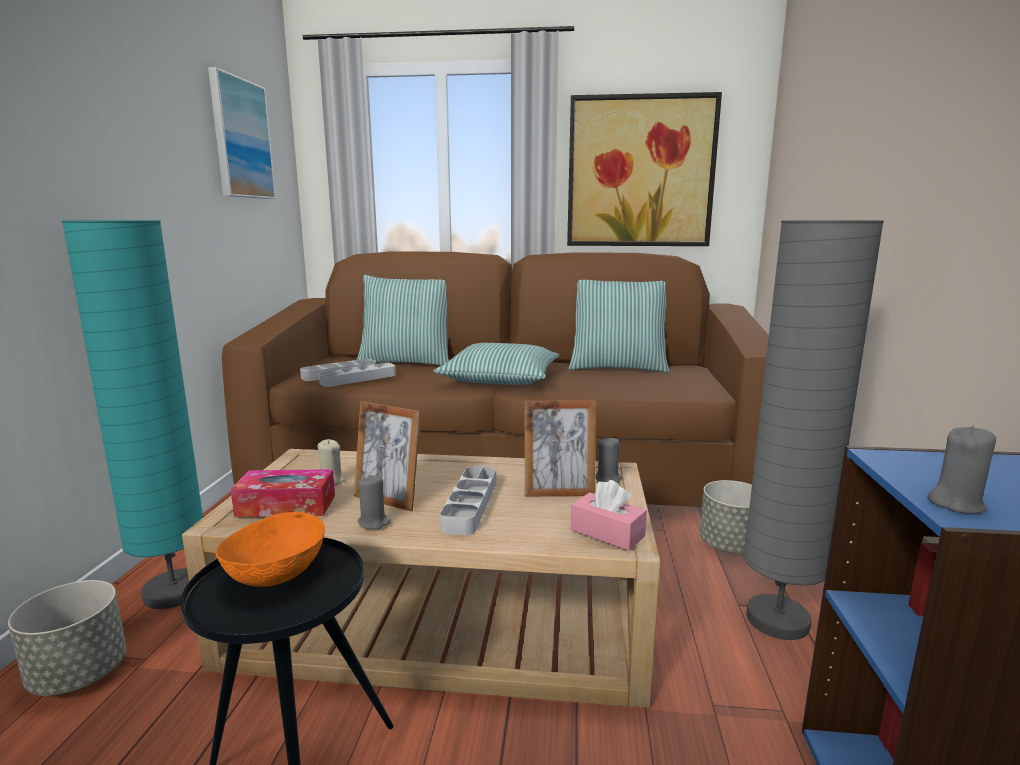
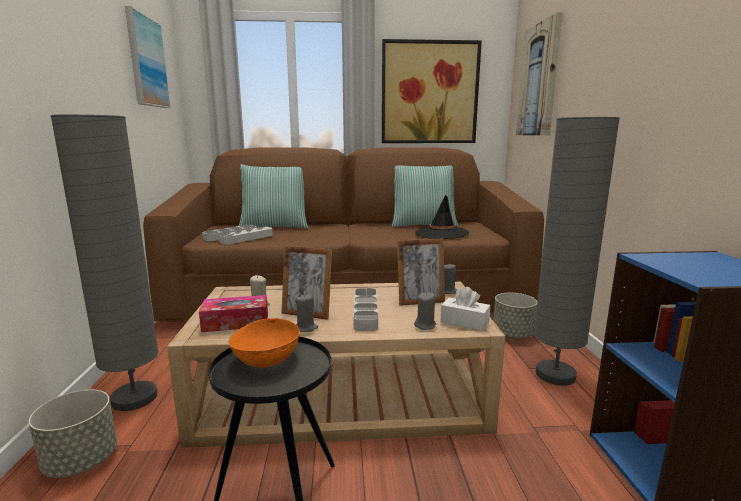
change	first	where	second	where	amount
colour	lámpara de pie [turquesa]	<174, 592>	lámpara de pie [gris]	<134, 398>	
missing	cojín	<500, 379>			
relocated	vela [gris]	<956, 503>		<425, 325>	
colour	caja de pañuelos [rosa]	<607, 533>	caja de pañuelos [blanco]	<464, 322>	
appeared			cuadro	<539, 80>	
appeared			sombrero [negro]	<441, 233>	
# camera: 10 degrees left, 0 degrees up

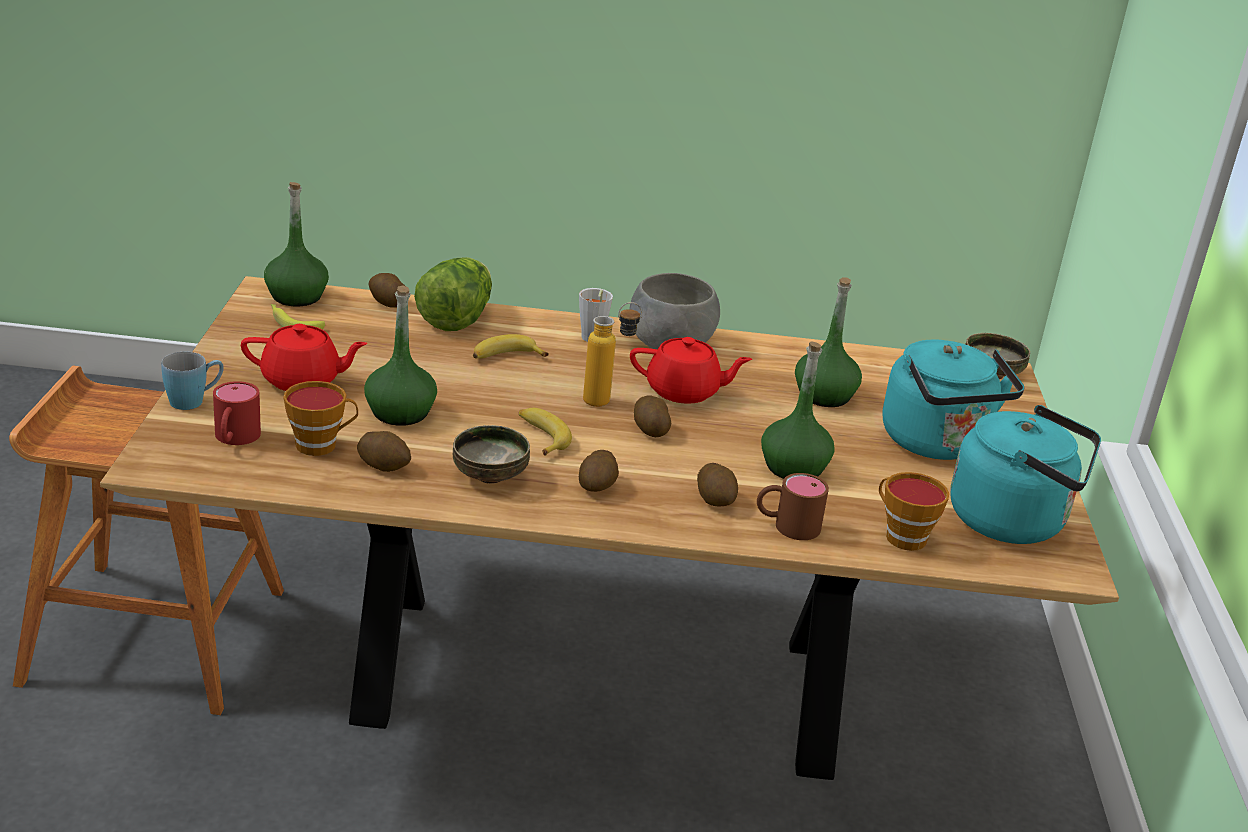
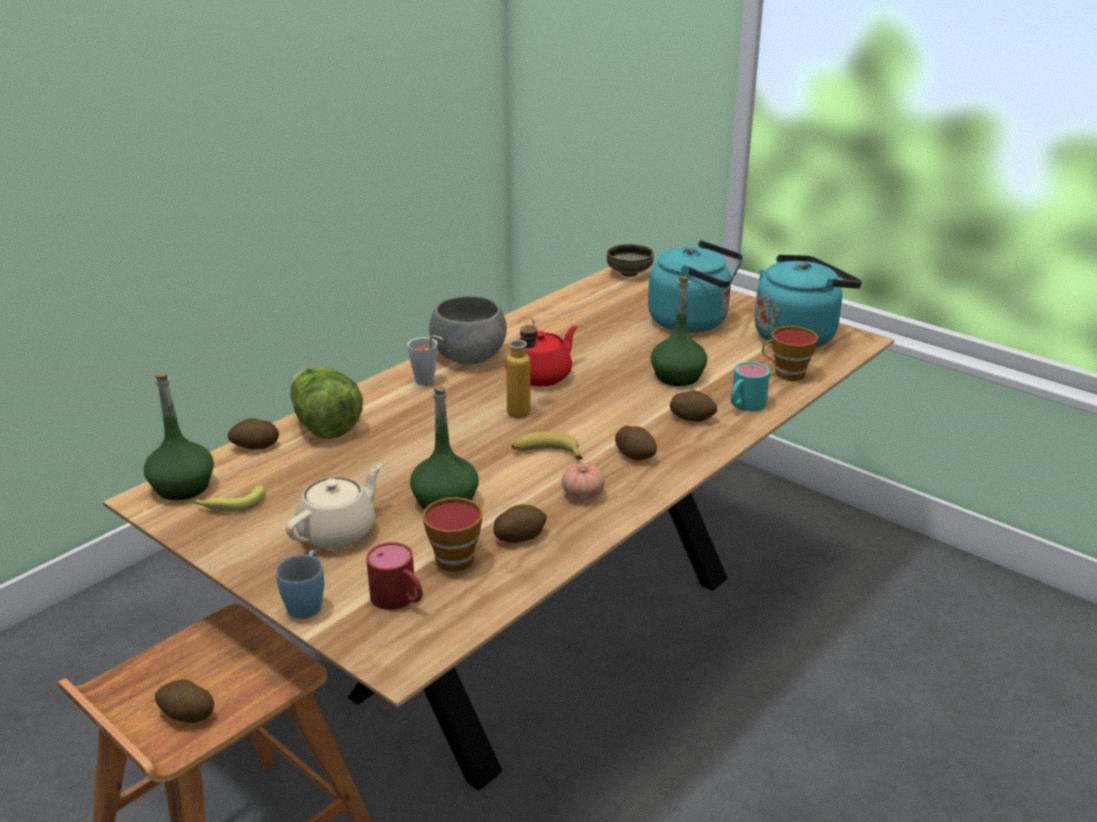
change	first	where	second	where	amount
missing	botella [verde]	<824, 396>			
colour	tetera [rojo]	<302, 381>	tetera [beis]	<339, 532>	
missing	plátano	<505, 357>			
relocated	patata	<650, 429>		<186, 714>	
exchanged	cuenco	<491, 477>	tomate	<582, 494>	
colour	taza grande [marrón]	<786, 525>	taza grande [turquesa]	<744, 406>	
# camera: 50 degrees left, 0 degrees up

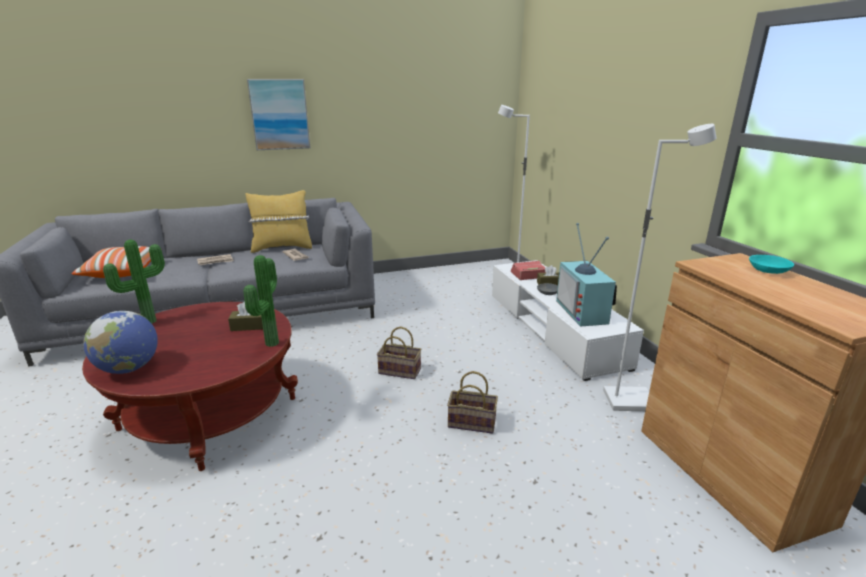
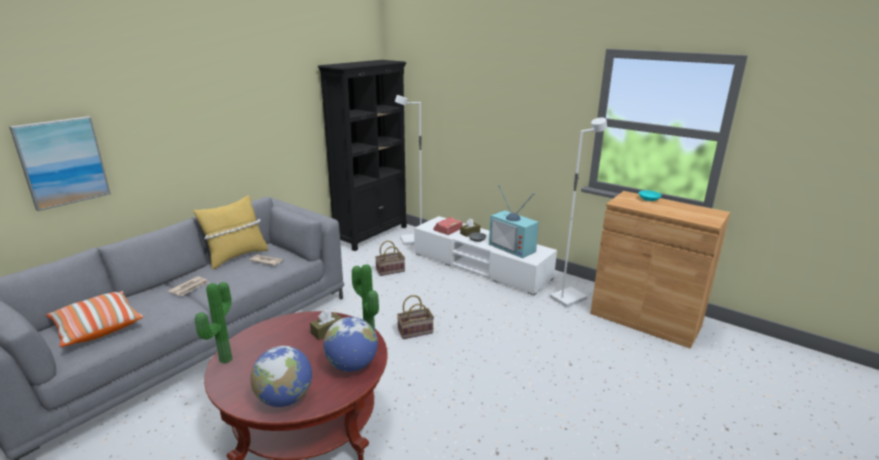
change	first	where	second	where	amount
relocated	cuadro	<279, 114>		<62, 162>	
relocated	cesta	<473, 422>		<391, 270>	
appeared			estantería [negro]	<372, 234>	
appeared			globo terráqueo	<352, 366>	
# camera: 35 degrees left, 0 degrees up

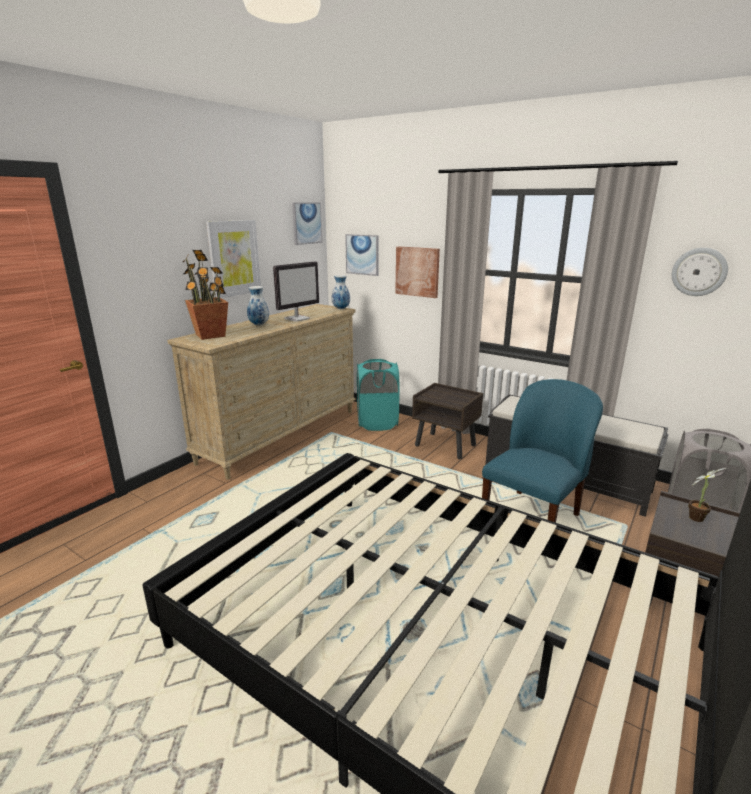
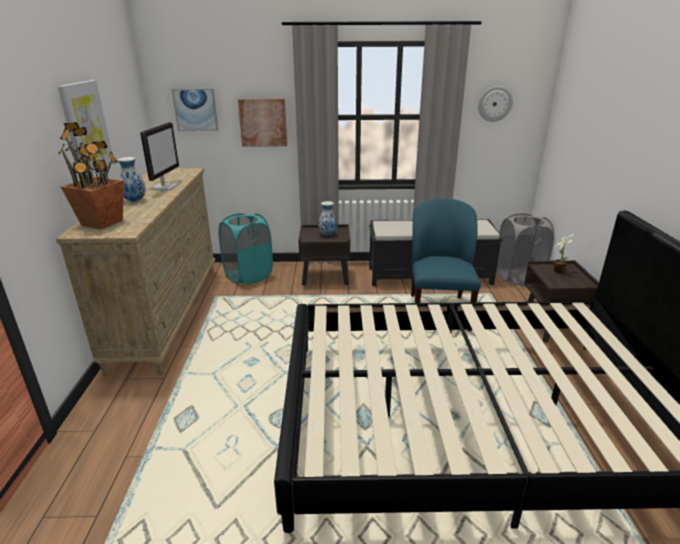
change	first	where	second	where	amount
missing	cuadro	<306, 223>			
relocated	florero	<341, 309>		<328, 234>	
# camera: 35 degrees left, 5 degrees up

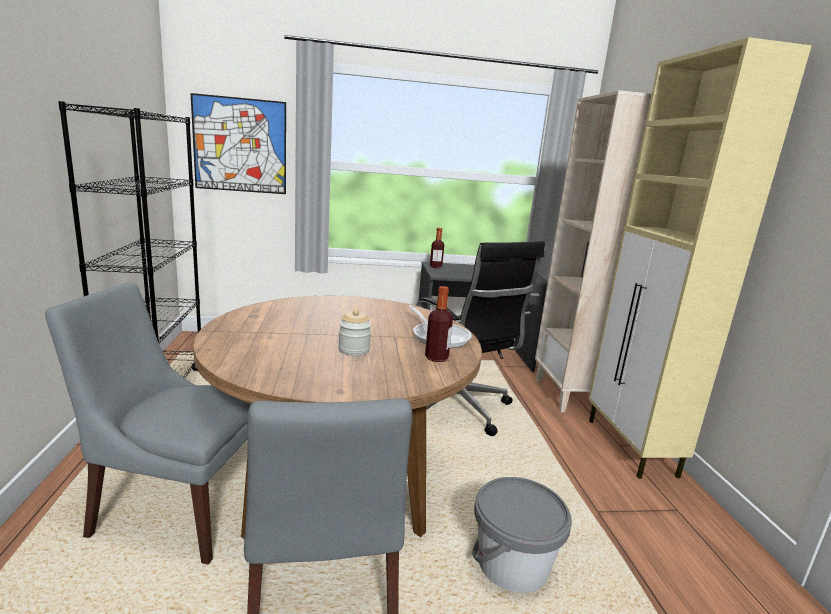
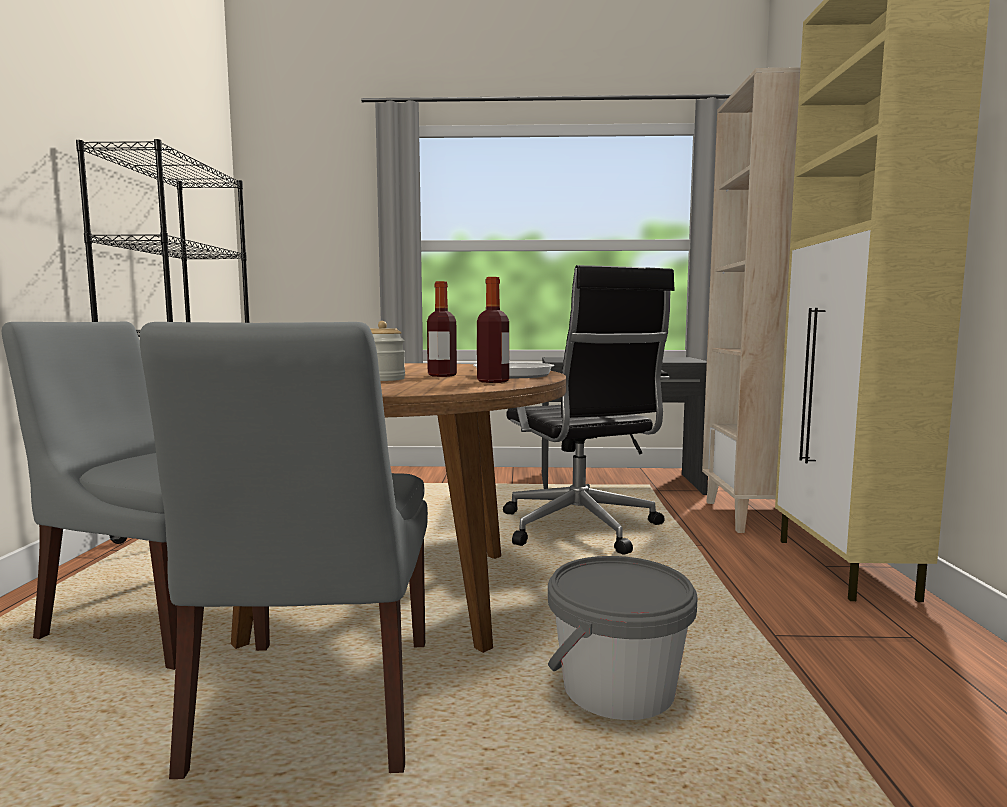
change	first	where	second	where	amount
missing	cuadro	<240, 145>			
relocated	botella	<435, 267>		<442, 375>	
# camera: 10 degrees right, 10 degrees down

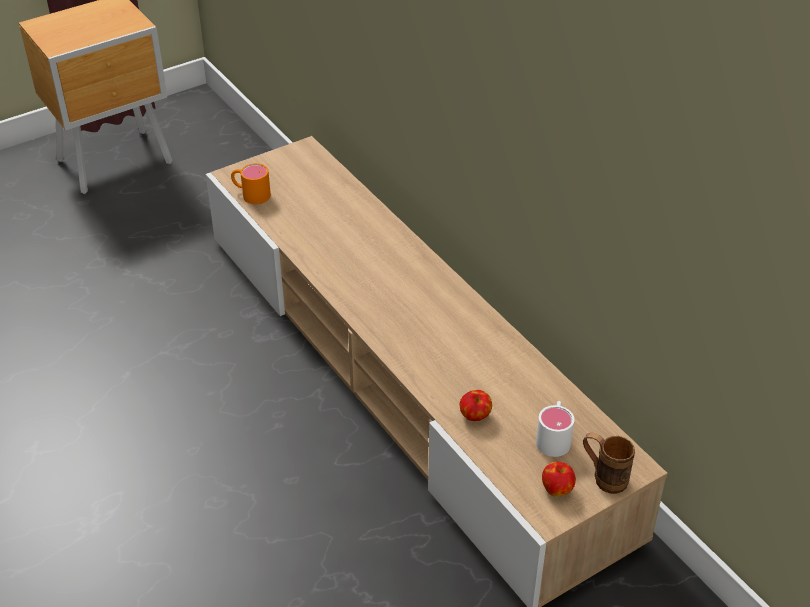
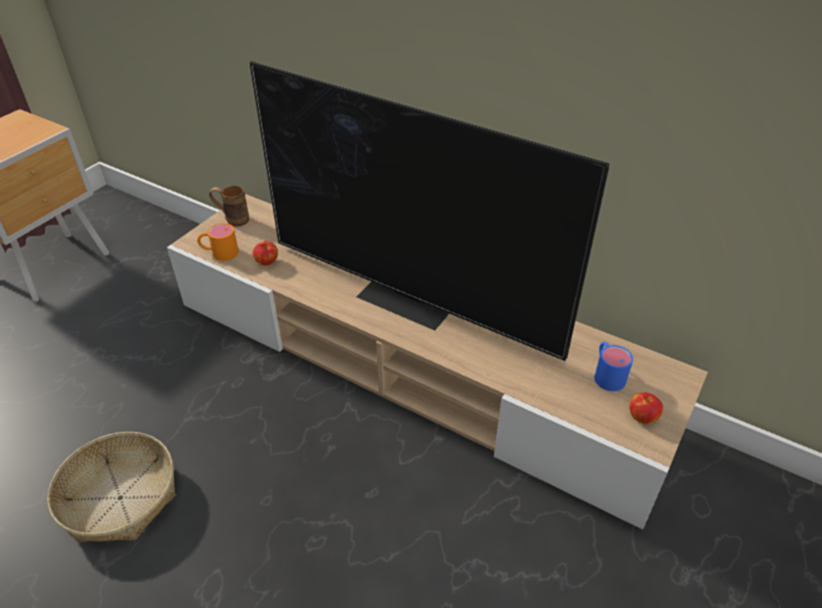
change	first	where	second	where	amount
relocated	manzana	<475, 416>		<267, 262>	
colour	taza grande [blanco]	<554, 437>	taza grande [azul]	<606, 373>	
relocated	taza grande [marrón]	<603, 477>		<232, 219>	
appeared			televisor	<410, 299>	
appeared			cesta	<120, 497>	
# camera: 25 degrees left, 0 degrees up

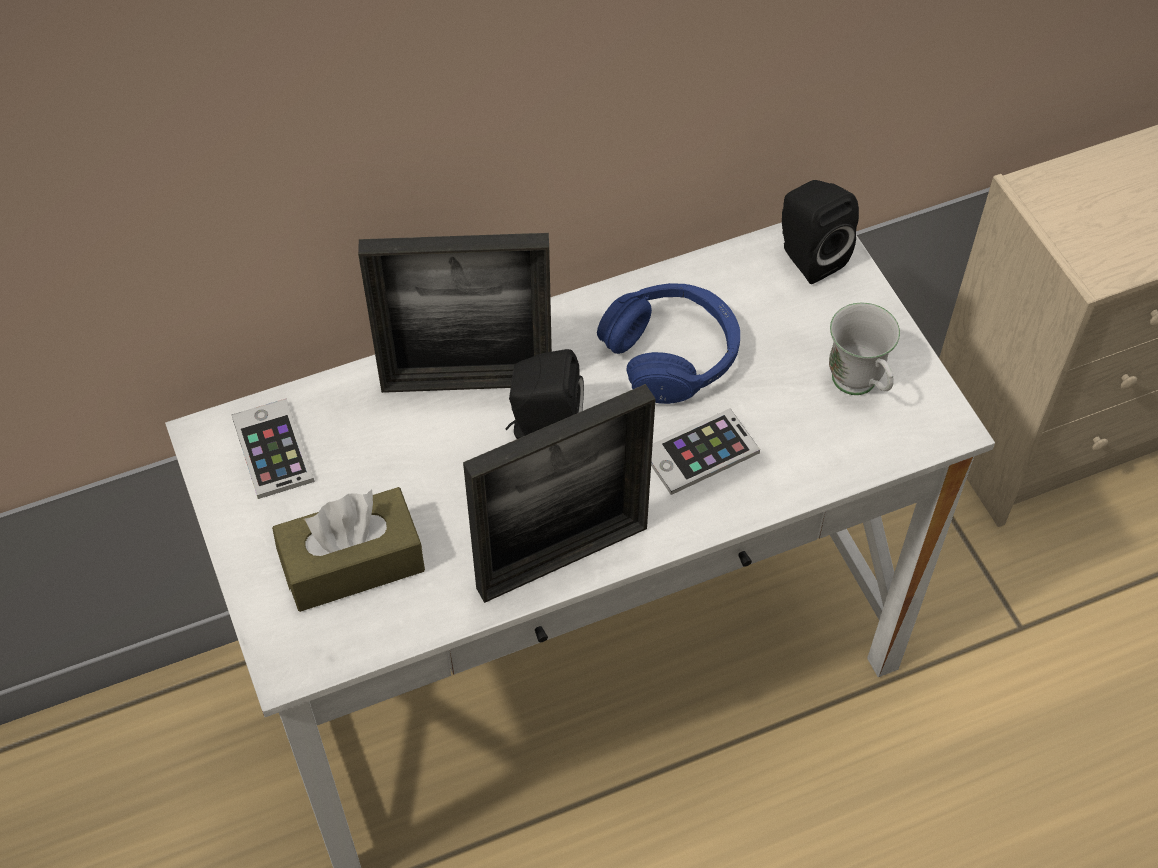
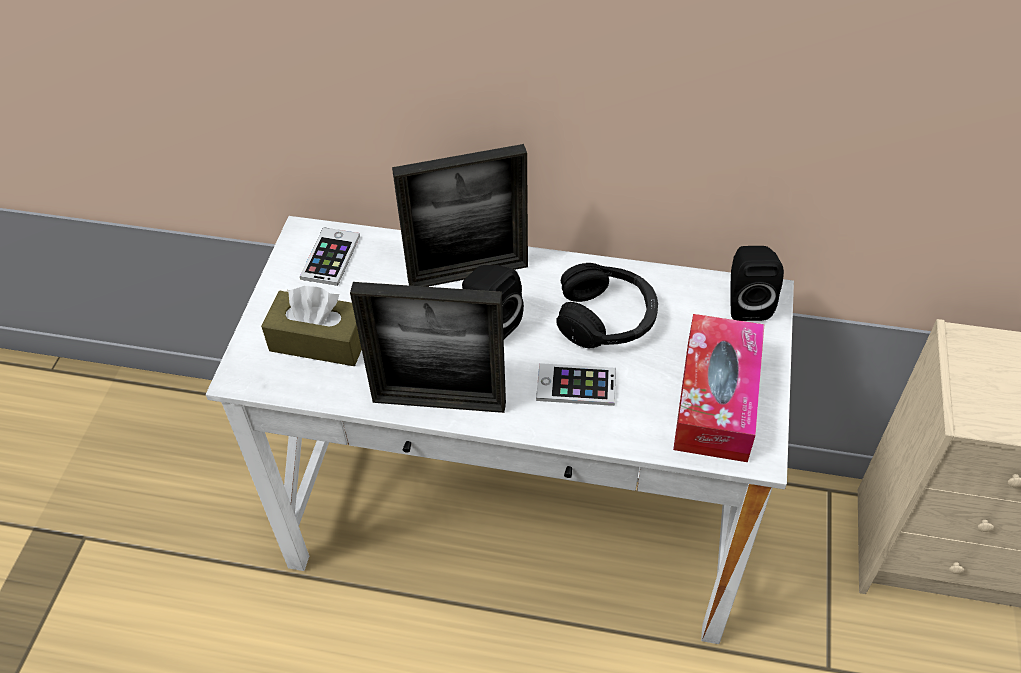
change	first	where	second	where	amount
spun	portarretratos	<467, 382>		<468, 274>	45 degrees counterclockwise
colour	auriculares [azul]	<672, 354>	auriculares [negro]	<606, 318>	
exchanged	taza grande [blanco]	<859, 387>	caja de pañuelos	<716, 399>	
# camera: 35 degrees right, 5 degrees down

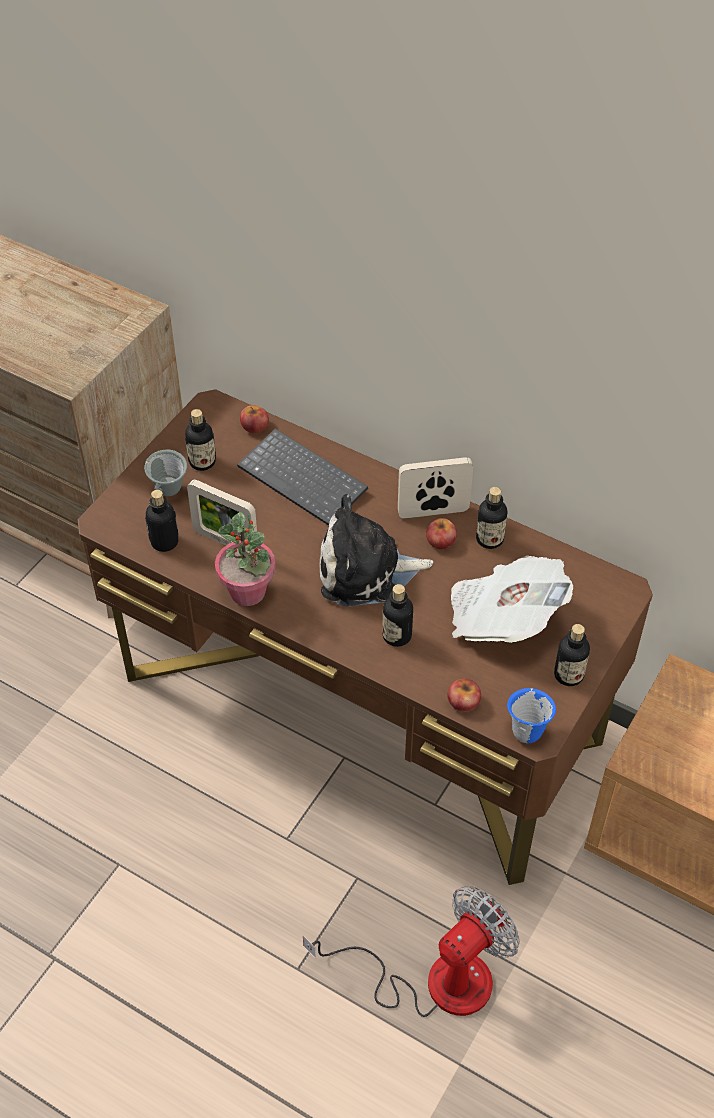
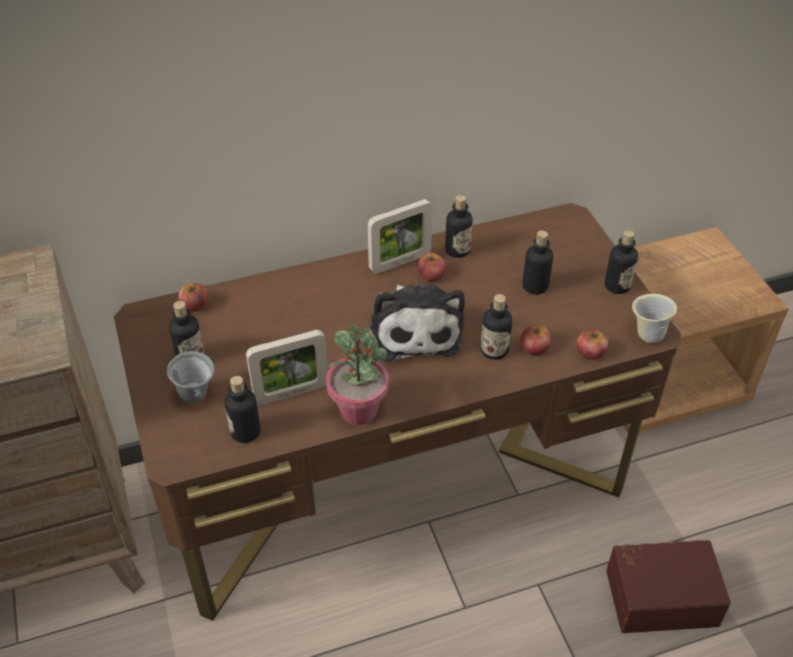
change	first	where	second	where	amount
missing	teclado	<305, 479>			
spun	portarretratos	<433, 512>		<400, 262>	150 degrees counterclockwise
spun	peluche	<366, 571>		<415, 330>	45 degrees counterclockwise
exchanged	periódico	<503, 617>	botella	<535, 286>	
colour	taza grande [azul]	<527, 730>	taza grande [beis]	<647, 335>	
exchanged	ventilador	<434, 980>	caja de almacenaje [marrón]	<660, 594>	
appeared			manzana	<534, 347>	
# camera: 50 degrees left, 5 degrees down

